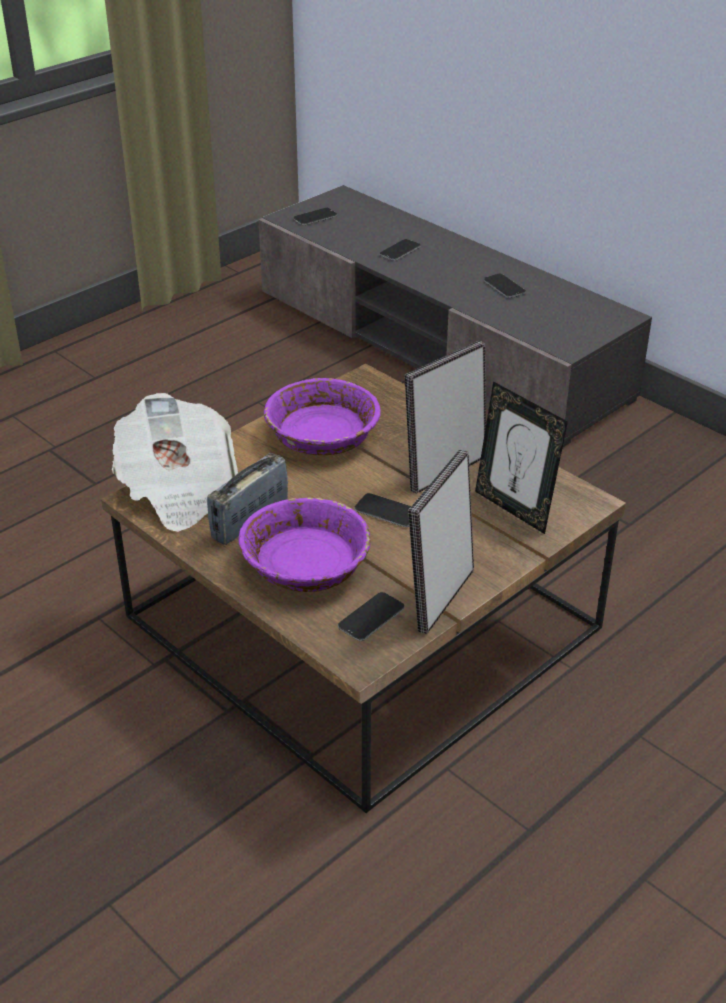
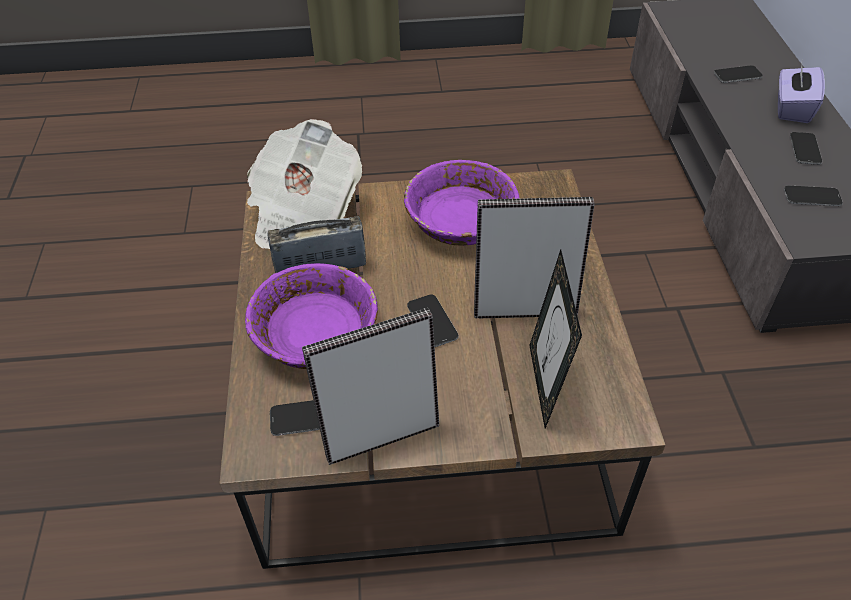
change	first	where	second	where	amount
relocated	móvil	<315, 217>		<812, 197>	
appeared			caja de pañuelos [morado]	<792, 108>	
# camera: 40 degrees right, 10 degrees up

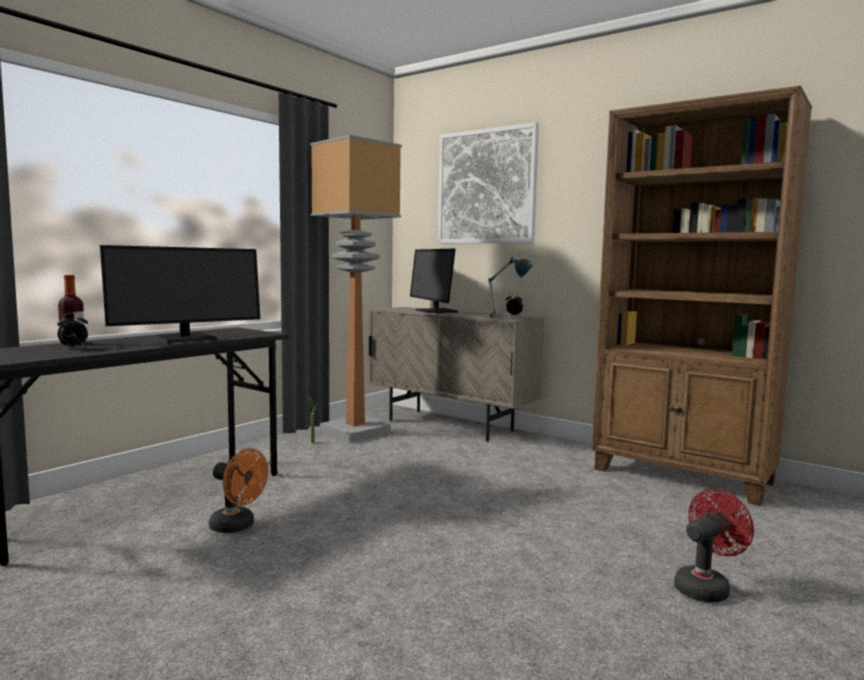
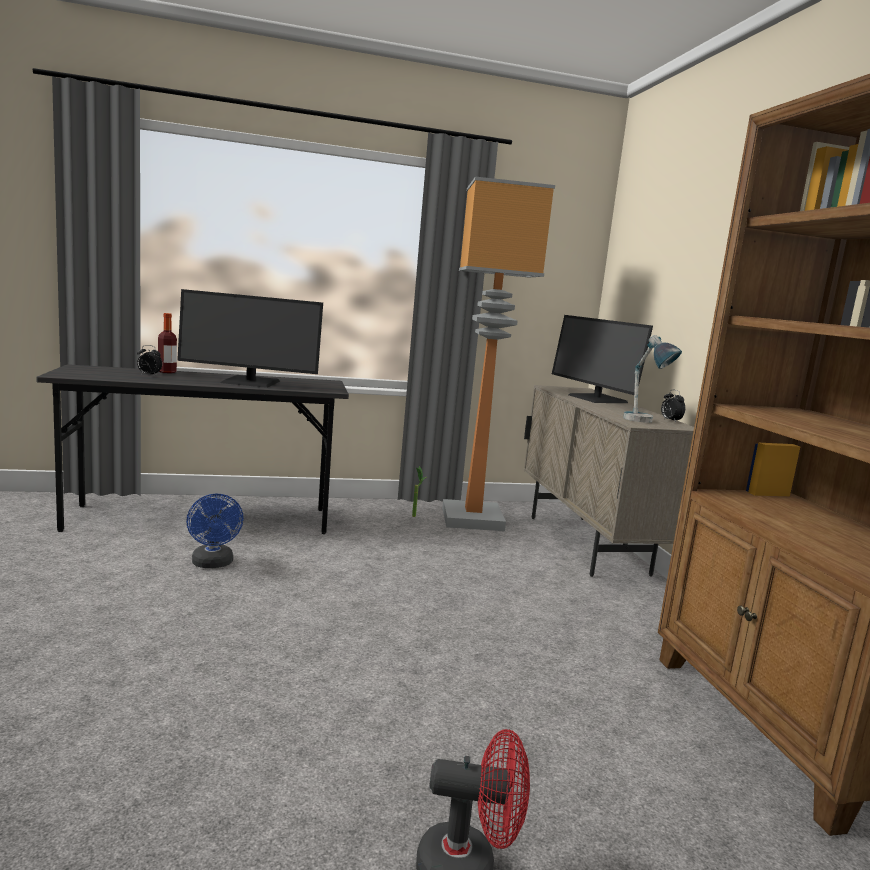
change	first	where	second	where	amount
missing	cuadro	<486, 187>			
spun	monitor	<435, 311>		<596, 399>	45 degrees counterclockwise
colour	ventilador [naranja]	<237, 526>	ventilador [azul]	<213, 564>	
# camera: 40 degrees right, 5 degrees up

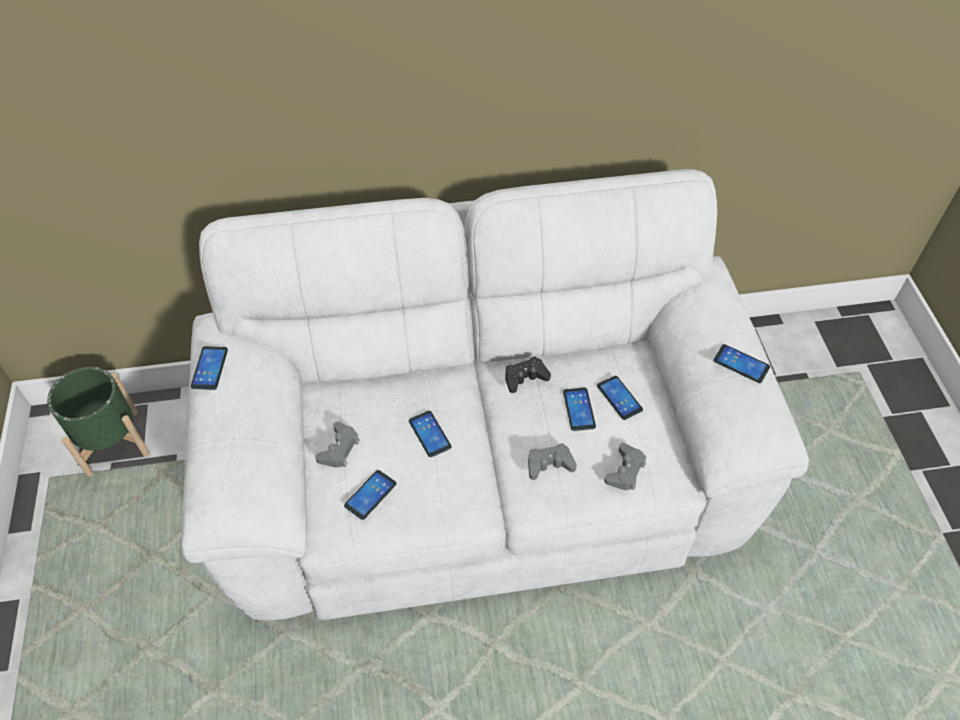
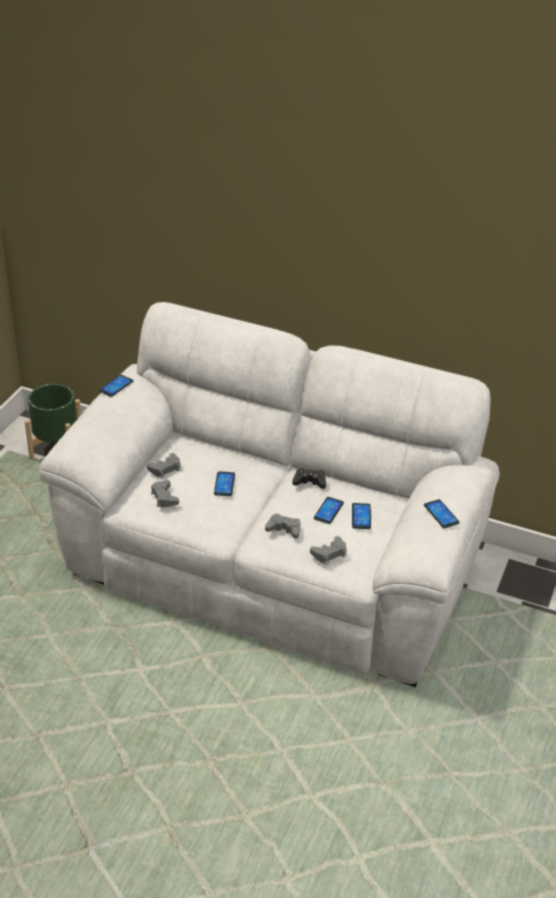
change	first	where	second	where	amount
exchanged	móvil	<370, 495>	mando de consola [gris]	<164, 497>	
# camera: 30 degrees right, 15 degrees down

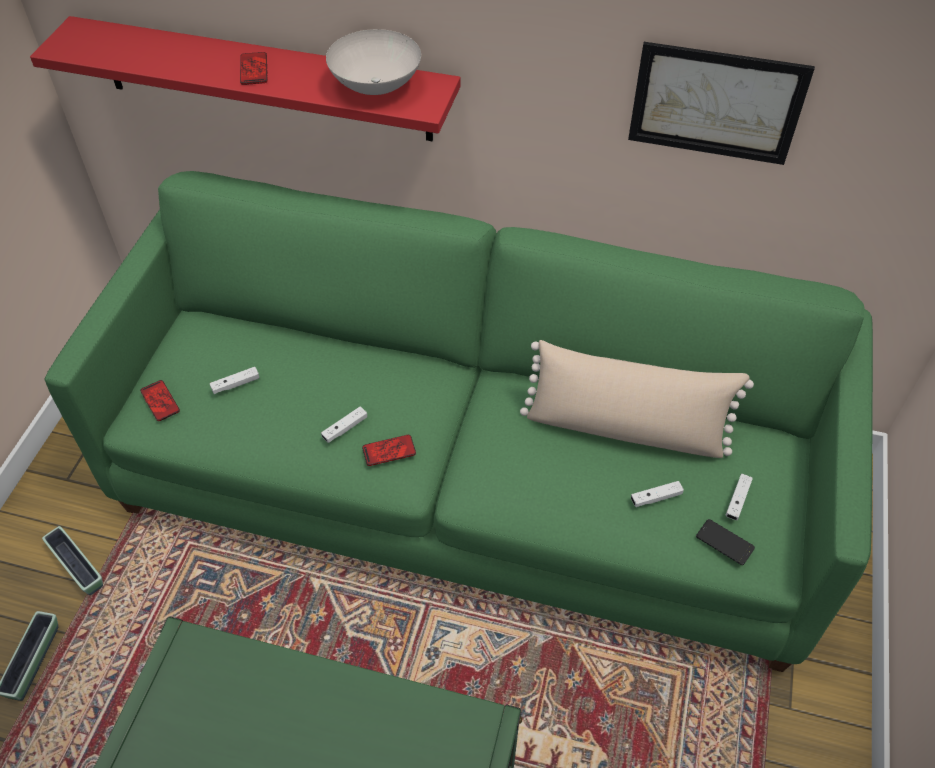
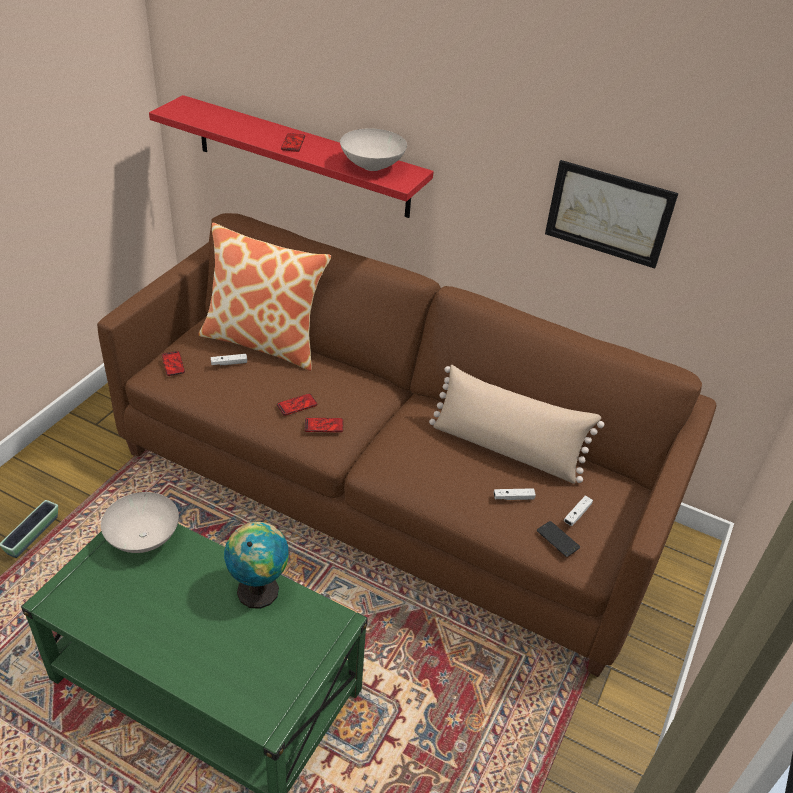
change	first	where	second	where	amount
colour	sofá [verde]	<469, 482>	sofá [marrón]	<390, 490>	
exchanged	mando de consola [blanco]	<345, 428>	móvil	<297, 405>	
missing	maceta	<77, 567>			
appeared			cojín	<264, 341>	
appeared			cuenco [blanco]	<144, 537>	
appeared			globo terráqueo	<259, 588>	
# camera: 10 degrees right, 10 degrees down

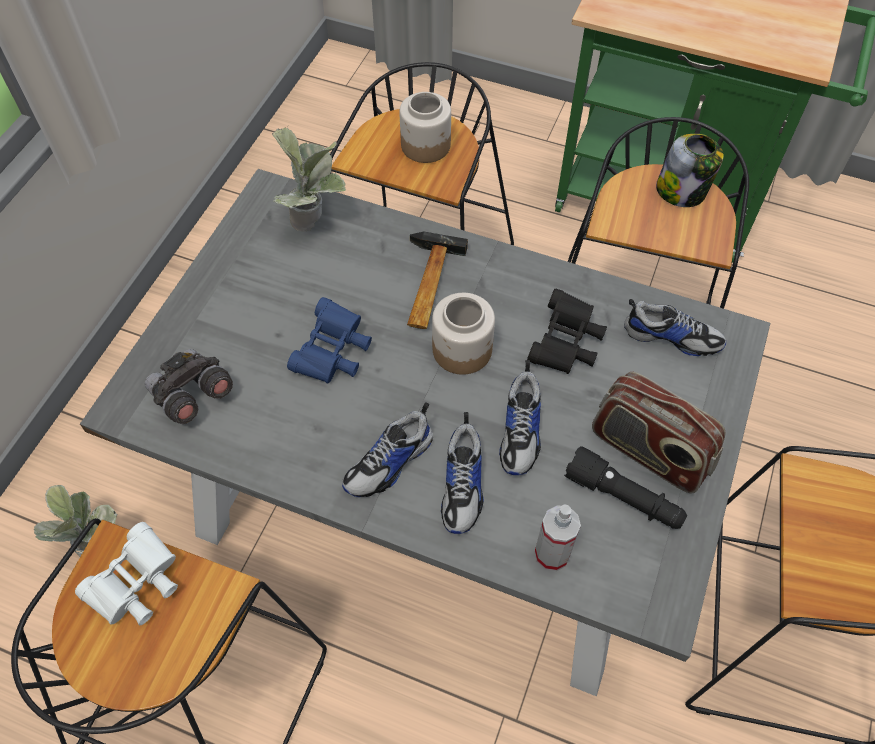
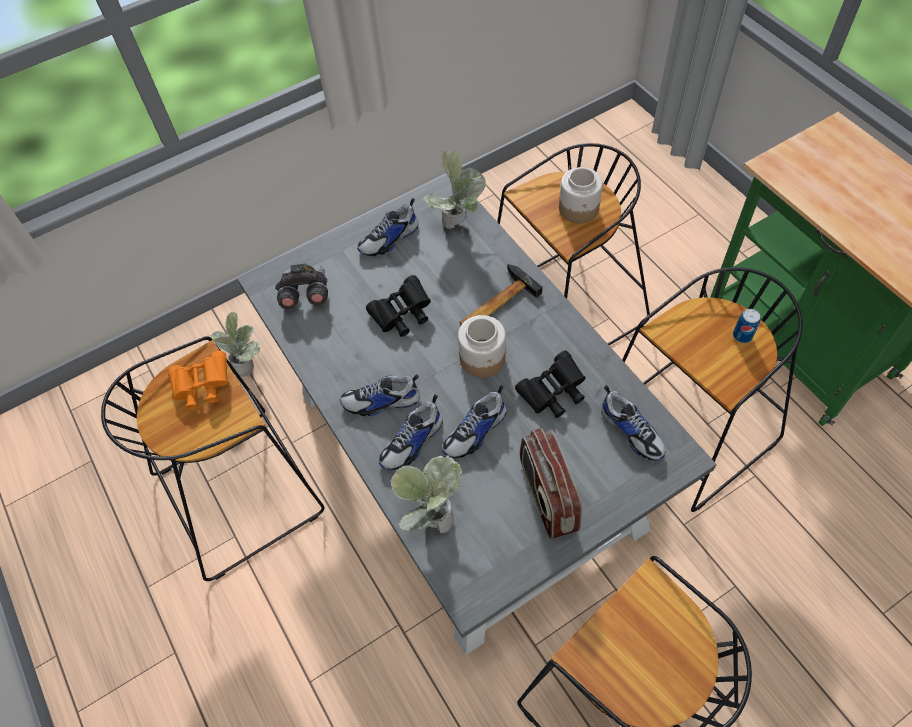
change	first	where	second	where	amount
exchanged	tarro	<682, 191>	lata	<742, 335>	
colour	prismáticos [azul]	<333, 353>	prismáticos [negro]	<402, 315>	
missing	linterna [negro]	<623, 498>			
exchanged	pulverizador	<552, 554>	planta en maceta	<430, 517>	
colour	prismáticos [blanco]	<137, 586>	prismáticos [naranja]	<203, 387>	
appeared			zapato	<390, 239>	
# camera: 40 degrees right, 0 degrees up

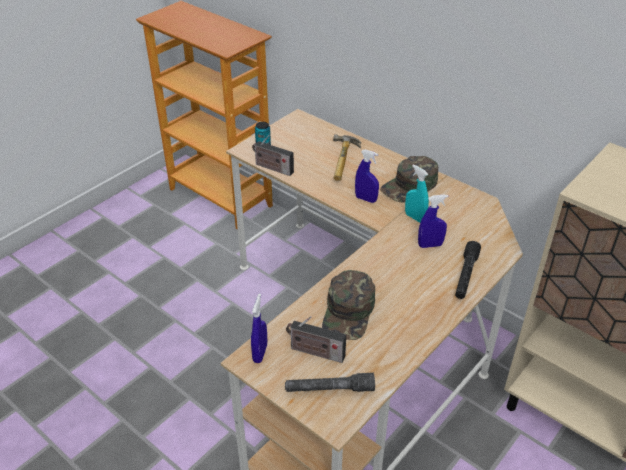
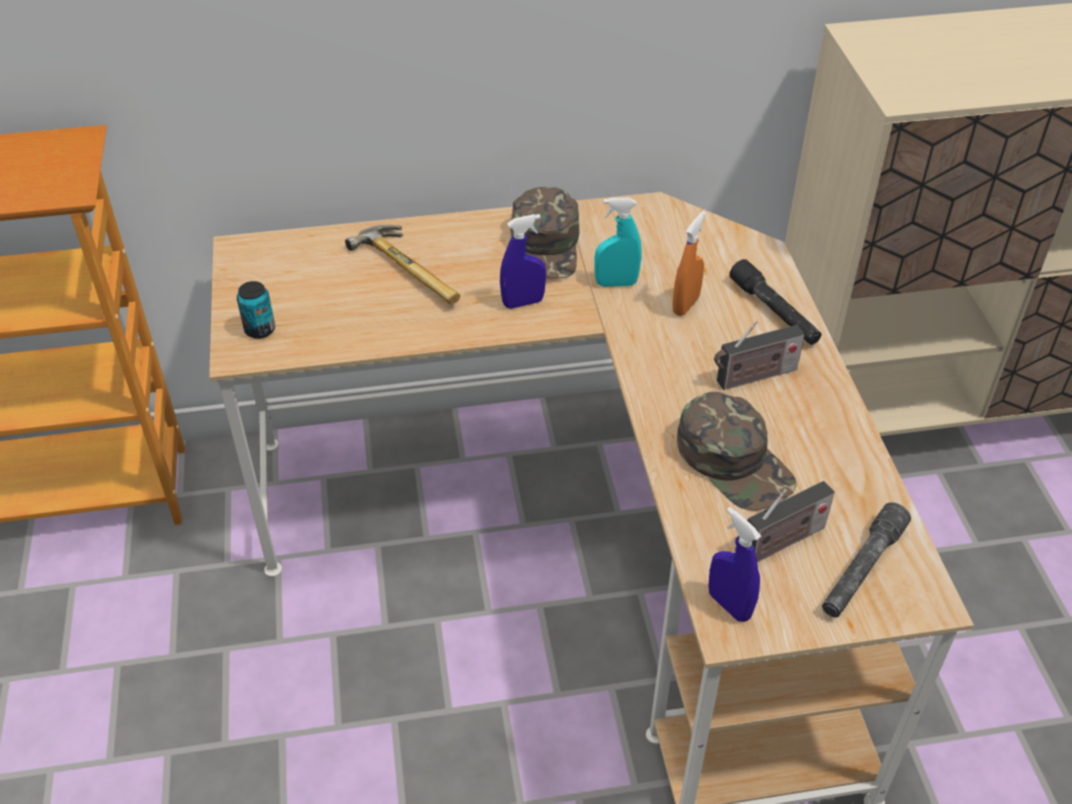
change	first	where	second	where	amount
relocated	radio	<272, 168>		<753, 377>	
colour	pulverizador [azul]	<430, 245>	pulverizador [naranja]	<685, 305>	
# camera: 50 degrees left, 5 degrees up

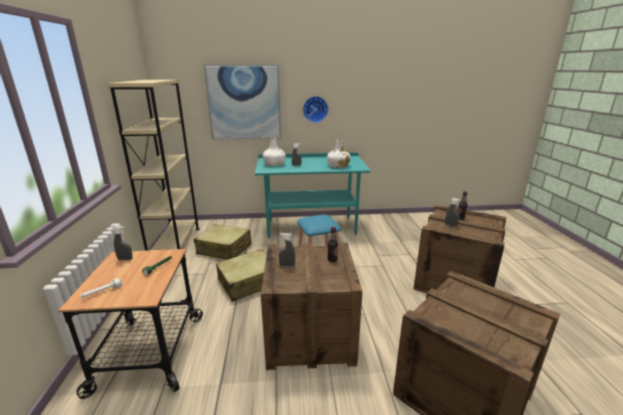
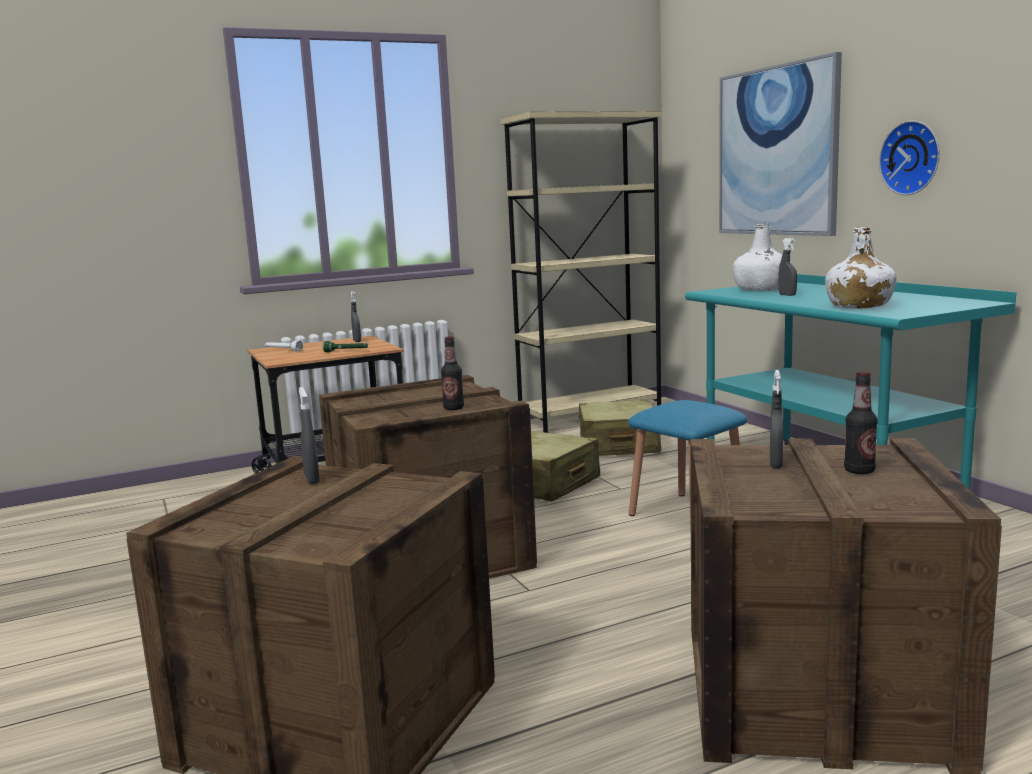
change	first	where	second	where	amount
relocated	pulverizador [gris]	<287, 265>		<312, 479>	
# camera: 70 degrees right, 10 degrees down

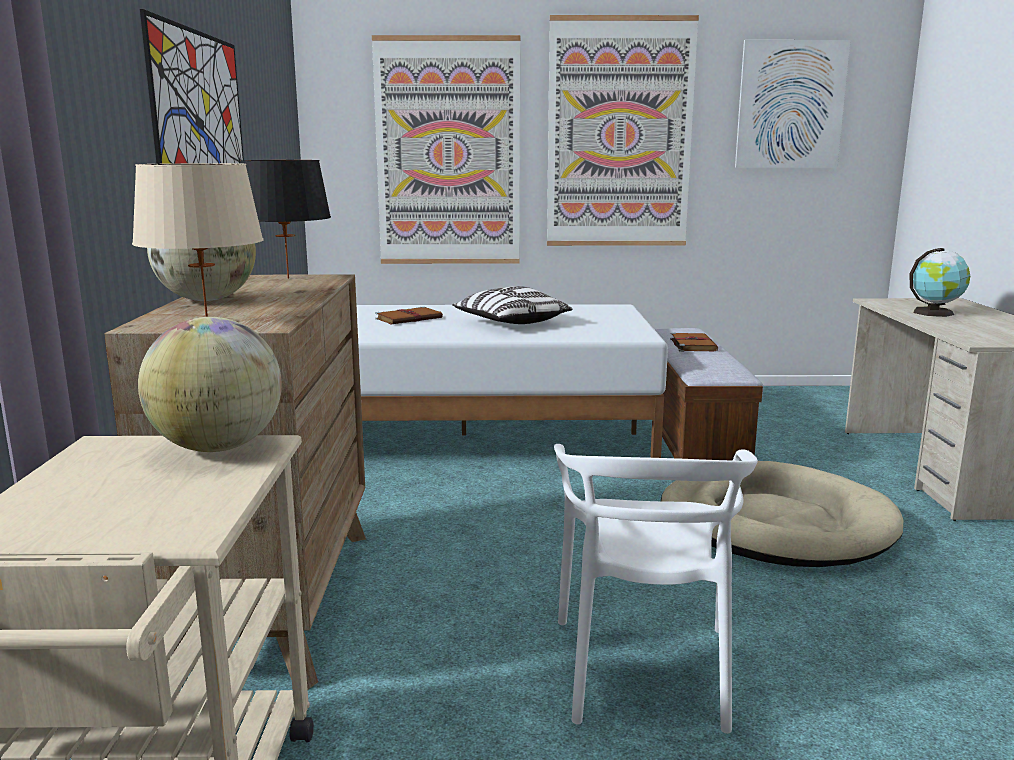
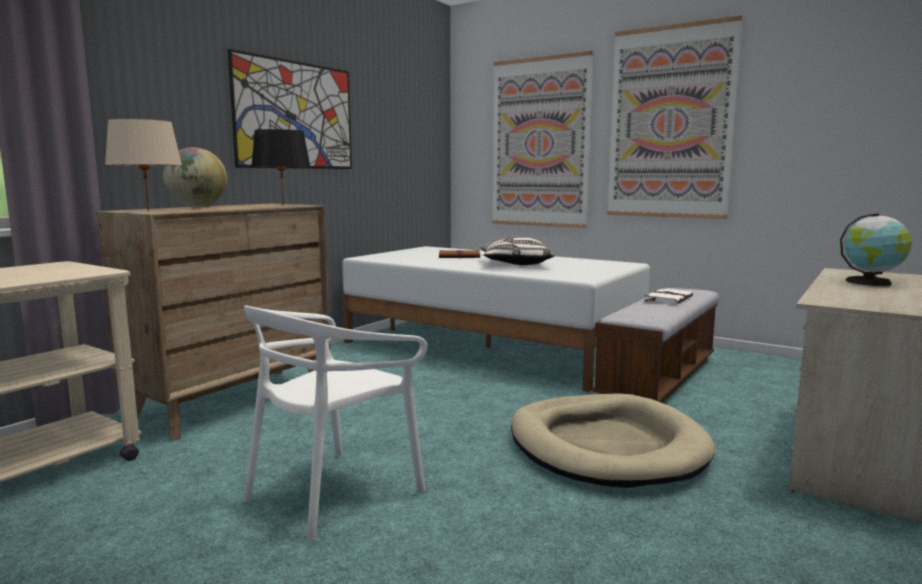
change	first	where	second	where	amount
missing	cuadro	<790, 105>			
missing	globo terráqueo	<218, 447>			
colour	libro [marrón]	<692, 345>	libro [blanco]	<668, 299>	
# camera: 35 degrees right, 5 degrees down

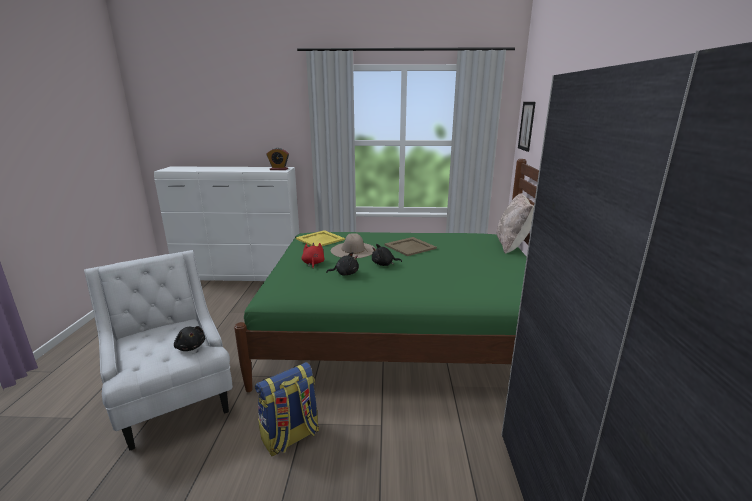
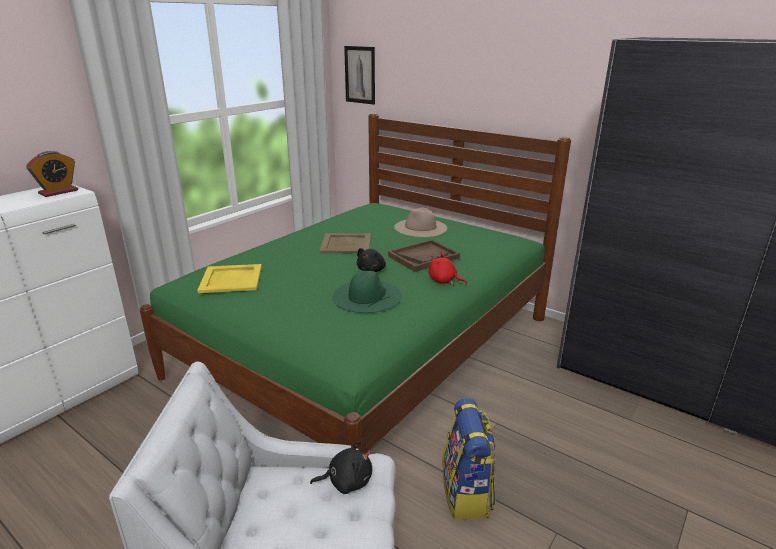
change	first	where	second	where	amount
missing	cojín [beis]	<512, 245>			
relocated	sombrero [beis]	<353, 250>		<420, 227>	
relocated	peluche [rojo]	<313, 263>		<444, 281>	
exchanged	peluche [negro]	<345, 273>	sombrero [verde]	<367, 296>	
appeared			bandeja [marrón]	<423, 257>	
# camera: 55 degrees left, 5 degrees up

